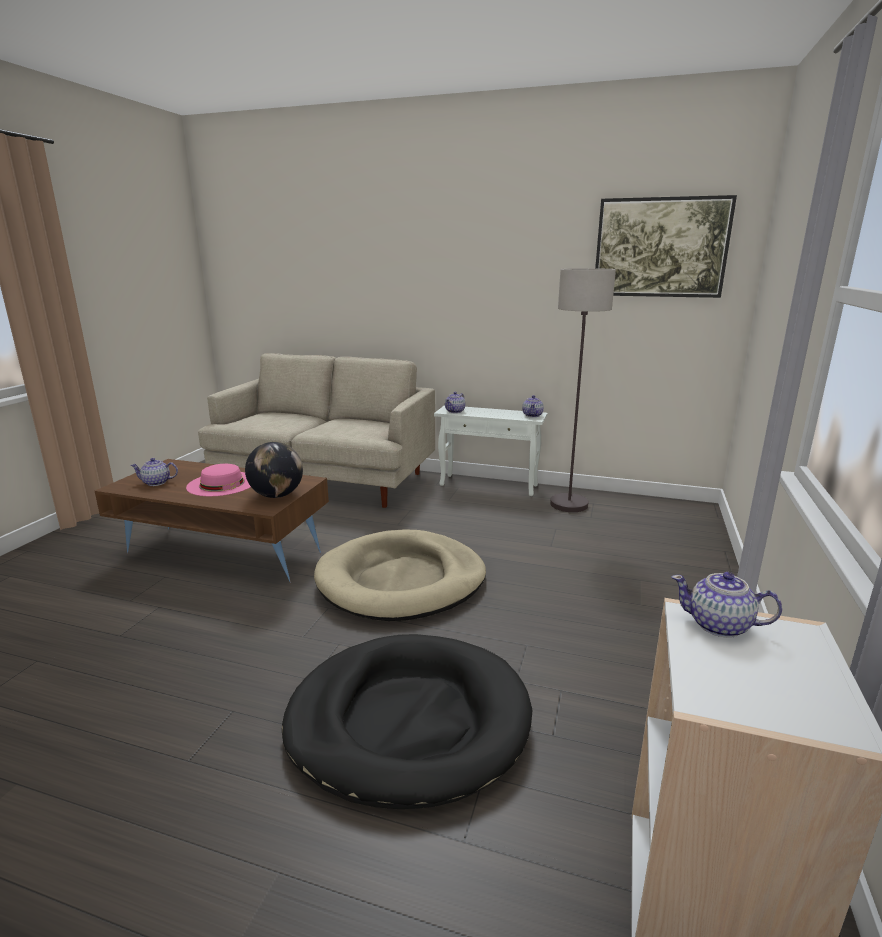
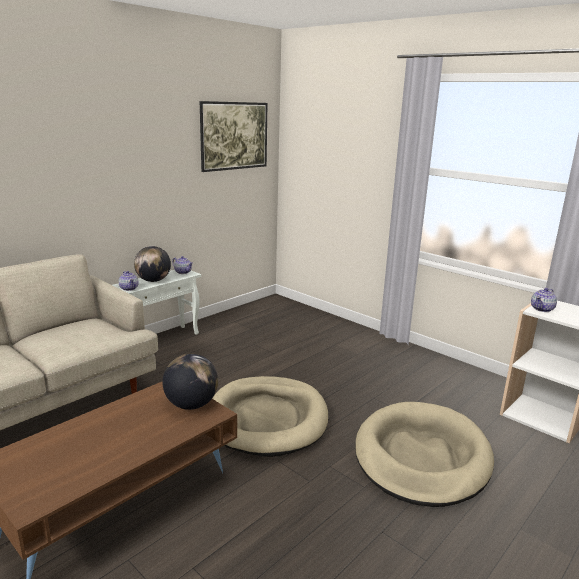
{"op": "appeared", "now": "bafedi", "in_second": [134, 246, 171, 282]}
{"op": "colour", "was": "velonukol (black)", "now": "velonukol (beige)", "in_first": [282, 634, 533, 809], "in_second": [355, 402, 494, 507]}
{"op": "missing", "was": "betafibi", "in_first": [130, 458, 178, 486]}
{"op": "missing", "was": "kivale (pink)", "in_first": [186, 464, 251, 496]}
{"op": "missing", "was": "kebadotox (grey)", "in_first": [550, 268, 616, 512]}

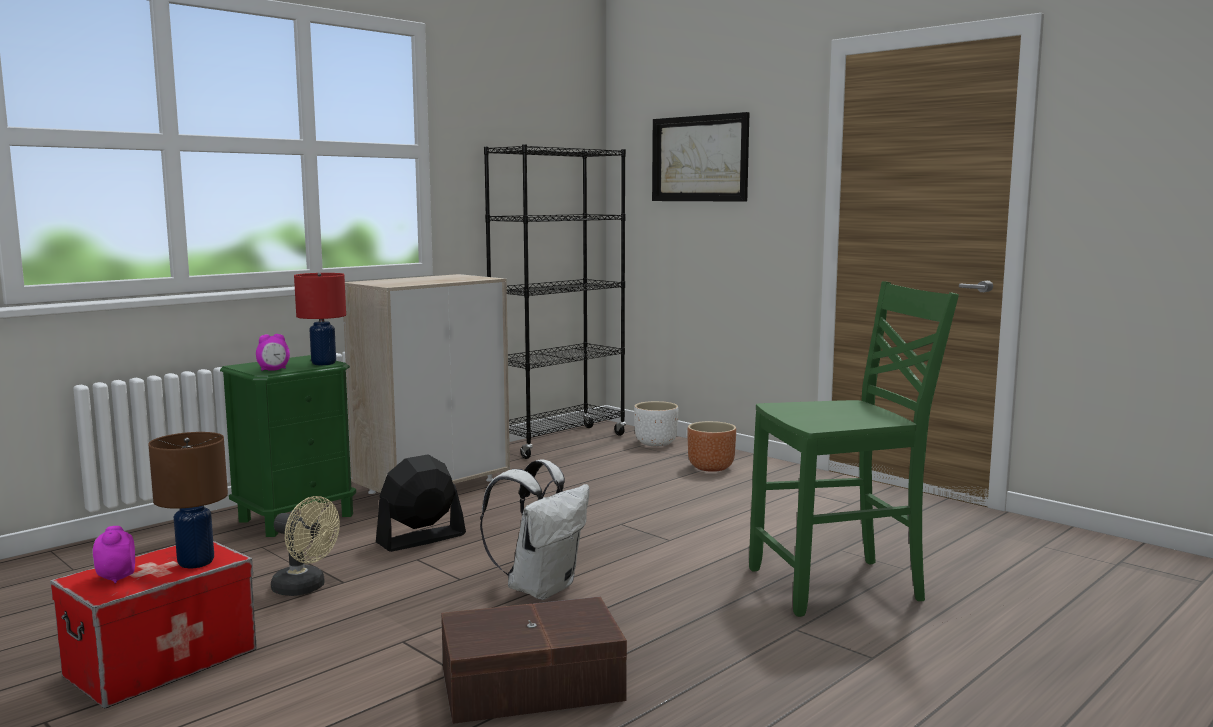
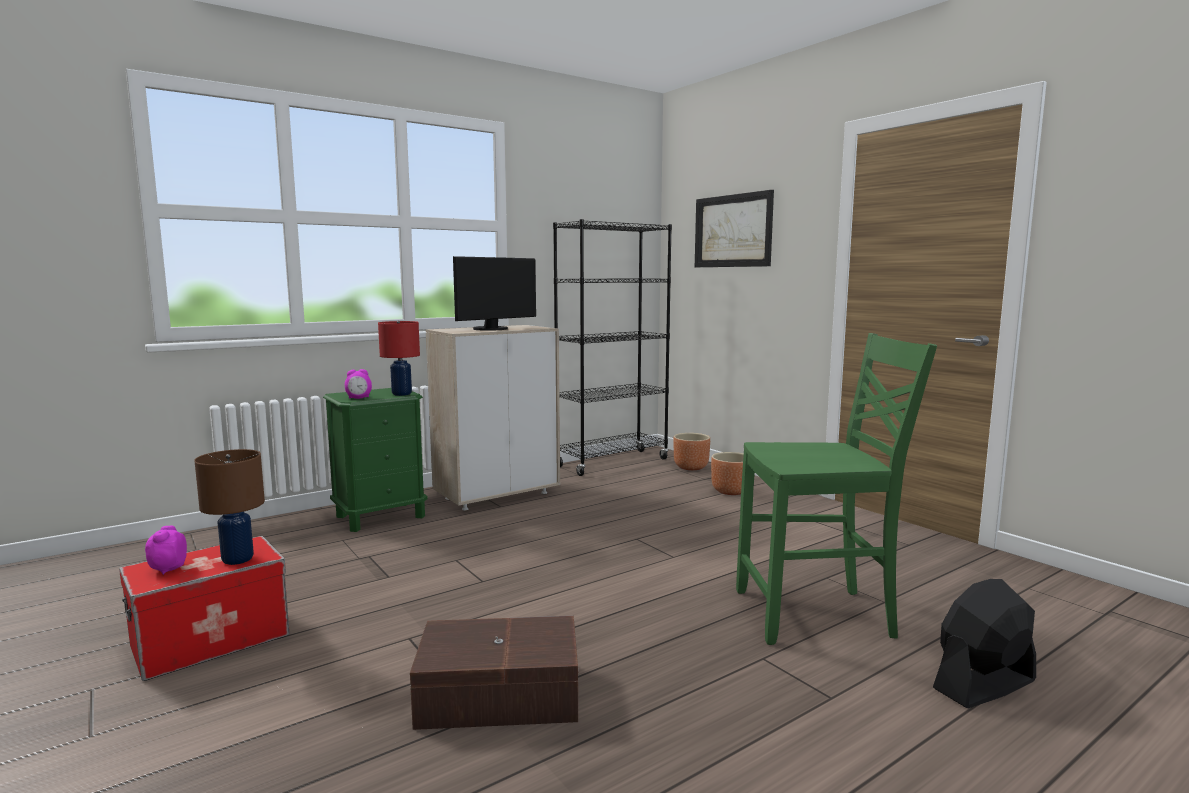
{"op": "appeared", "now": "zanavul", "in_second": [453, 256, 536, 331]}
{"op": "colour", "was": "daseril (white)", "now": "daseril (brown)", "in_first": [634, 401, 678, 446], "in_second": [673, 433, 710, 470]}
{"op": "relocated", "was": "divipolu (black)", "in_first": [376, 454, 466, 552], "in_second": [933, 579, 1036, 708]}
{"op": "missing", "was": "divipolu (beige)", "in_first": [271, 496, 340, 596]}
{"op": "missing", "was": "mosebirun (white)", "in_first": [480, 459, 590, 600]}

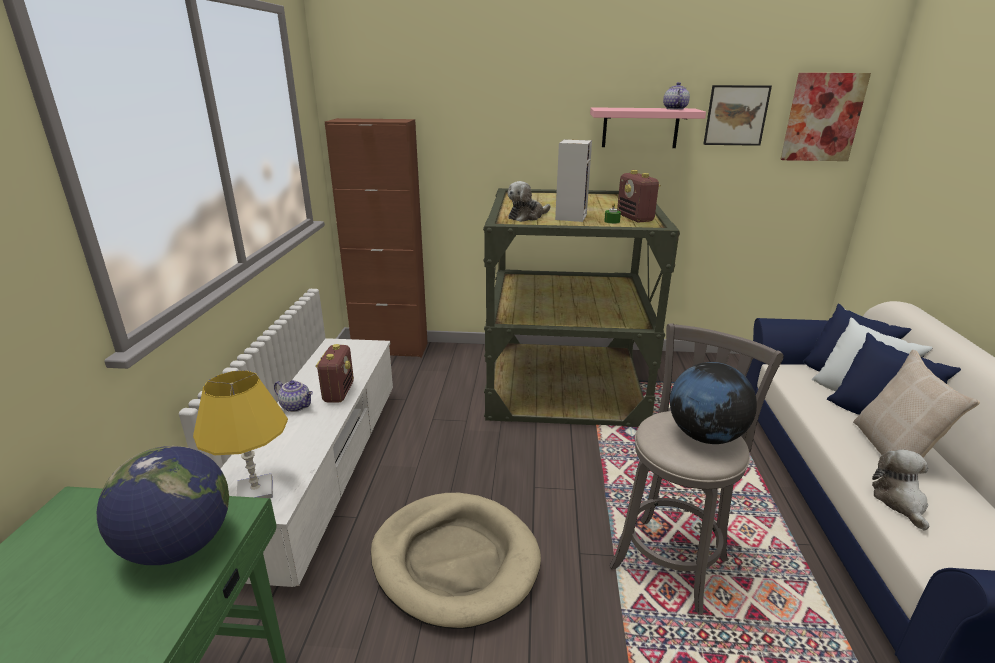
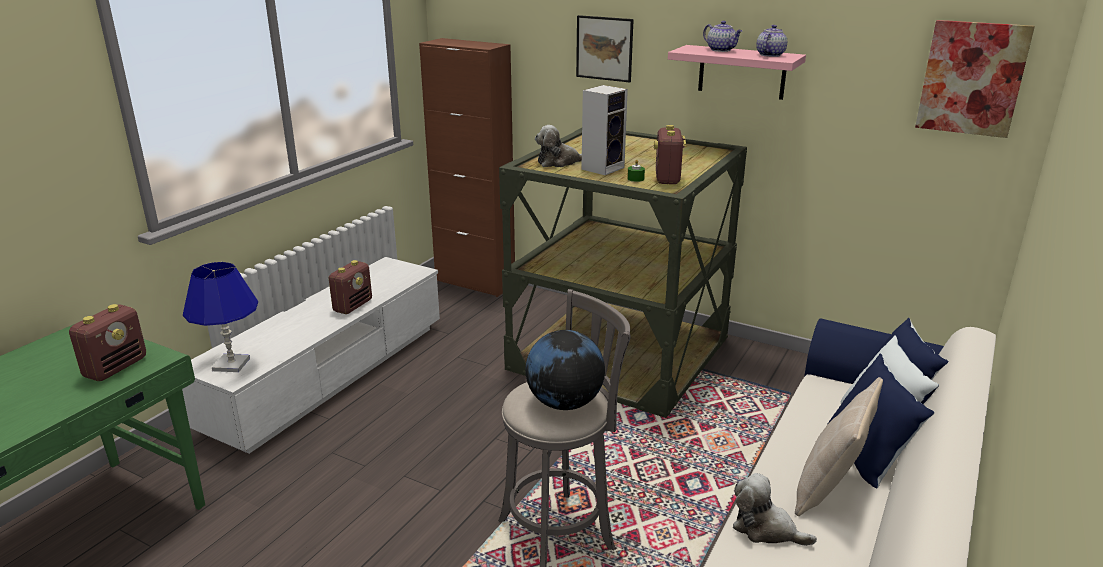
{"op": "exchanged", "was": "bafedi", "now": "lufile", "in_first": [97, 446, 229, 565], "in_second": [69, 304, 146, 381]}
{"op": "colour", "was": "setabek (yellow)", "now": "setabek (blue)", "in_first": [193, 370, 288, 498], "in_second": [183, 262, 258, 372]}
{"op": "relocated", "was": "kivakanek", "in_first": [703, 85, 772, 146], "in_second": [576, 15, 634, 82]}
{"op": "relocated", "was": "betafibi", "in_first": [274, 380, 313, 412], "in_second": [703, 21, 743, 52]}
{"op": "spun", "was": "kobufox", "in_first": [872, 449, 929, 531], "in_second": [733, 473, 817, 546], "clockwise": -90}
{"op": "missing", "was": "velonukol (beige)", "in_first": [371, 493, 541, 629]}

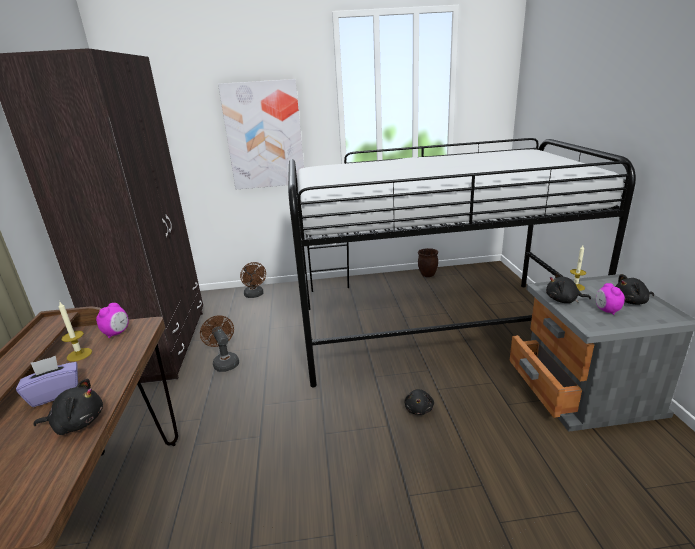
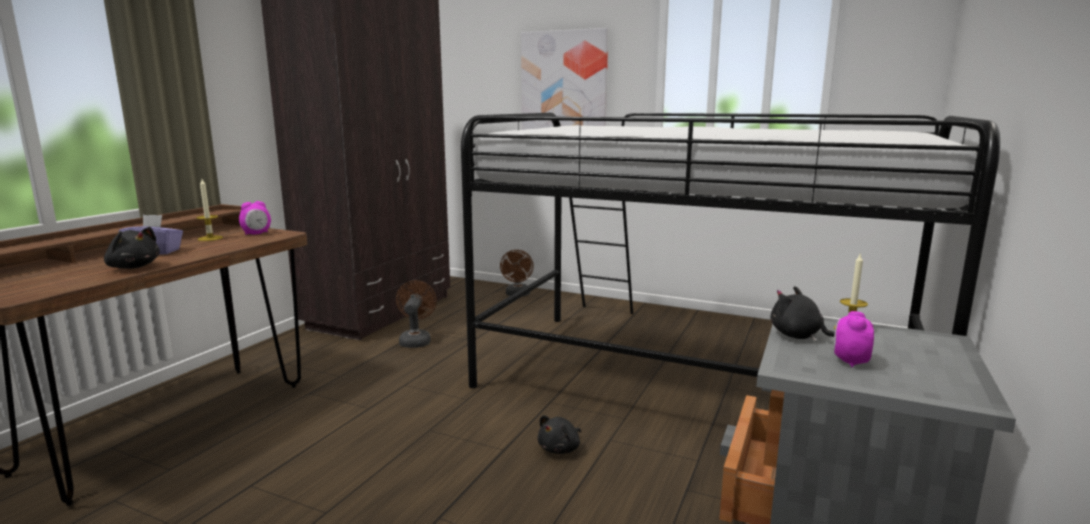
{"op": "missing", "was": "daseril (brown)", "in_first": [418, 248, 438, 277]}
{"op": "missing", "was": "kobufox (black)", "in_first": [615, 274, 654, 305]}

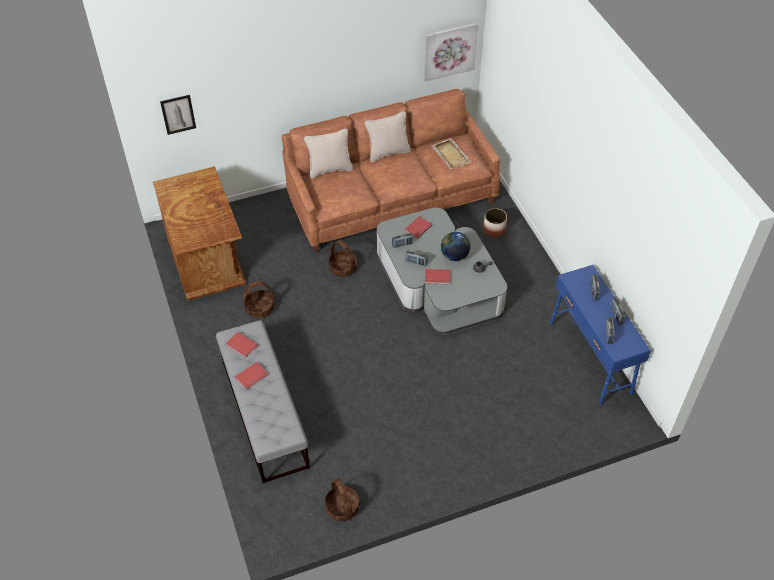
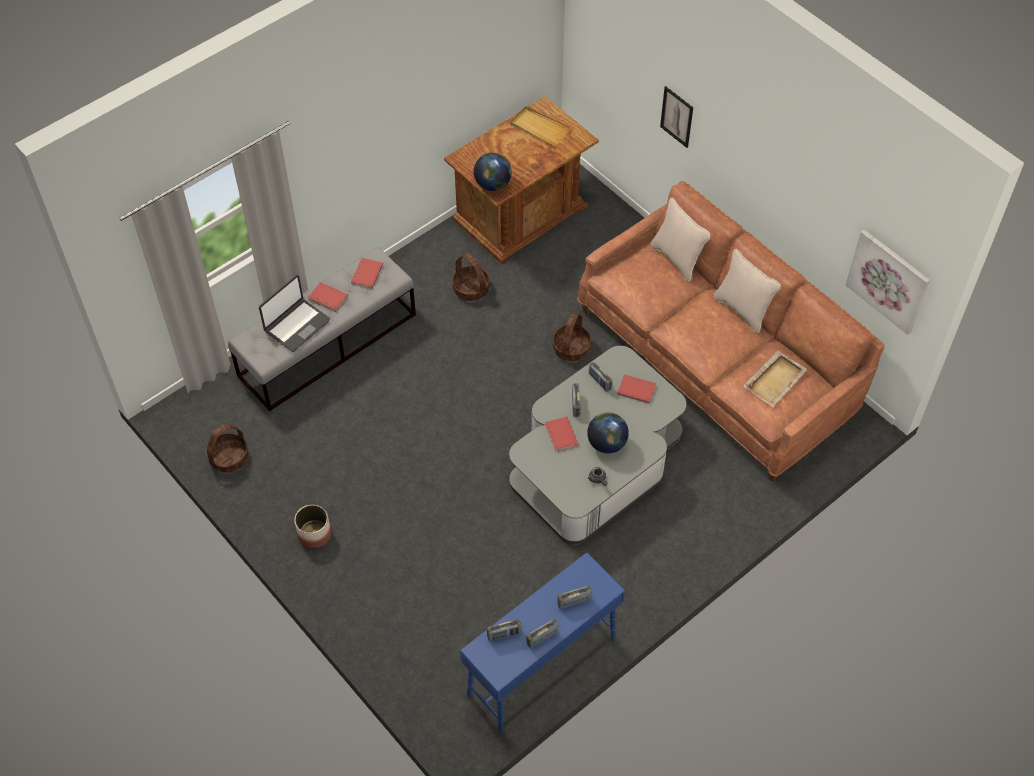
{"op": "appeared", "now": "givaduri", "in_second": [259, 275, 330, 352]}
{"op": "relocated", "was": "daseril", "in_first": [483, 208, 507, 238], "in_second": [294, 504, 331, 548]}
{"op": "appeared", "now": "bafedi", "in_second": [474, 153, 512, 191]}
{"op": "appeared", "now": "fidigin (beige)", "in_second": [510, 106, 571, 146]}
{"op": "relocated", "was": "kivakanek", "in_first": [160, 95, 196, 135], "in_second": [660, 86, 693, 148]}

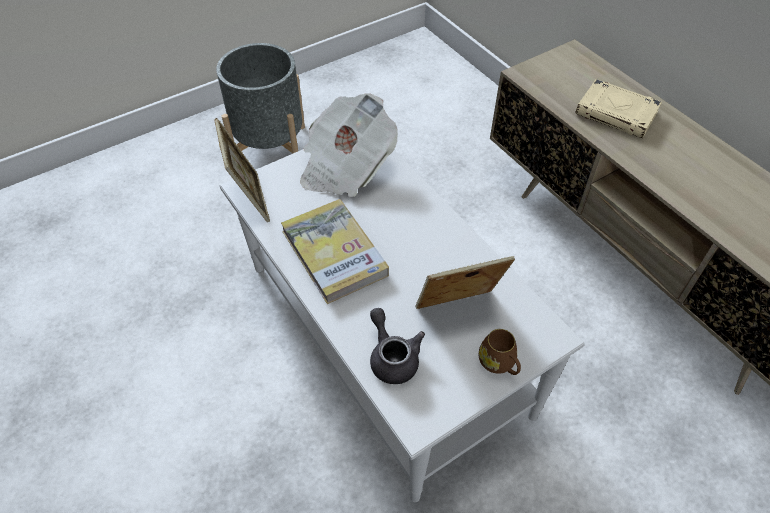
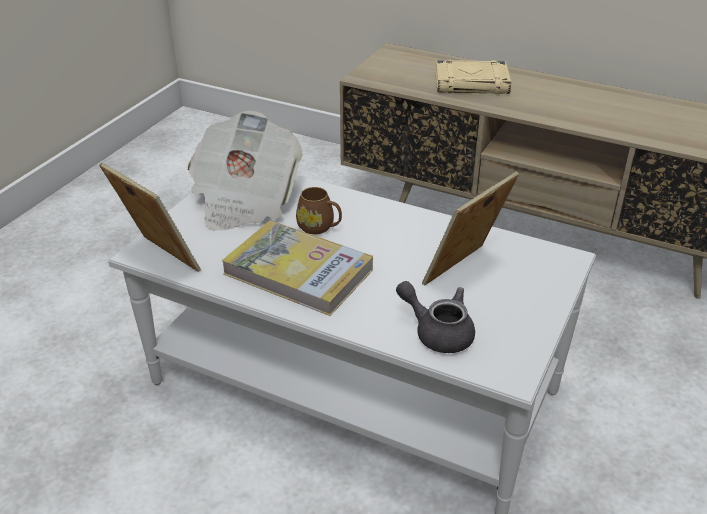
{"op": "relocated", "was": "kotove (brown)", "in_first": [479, 329, 521, 375], "in_second": [296, 187, 342, 234]}
{"op": "missing", "was": "daseril (grey)", "in_first": [216, 43, 305, 153]}

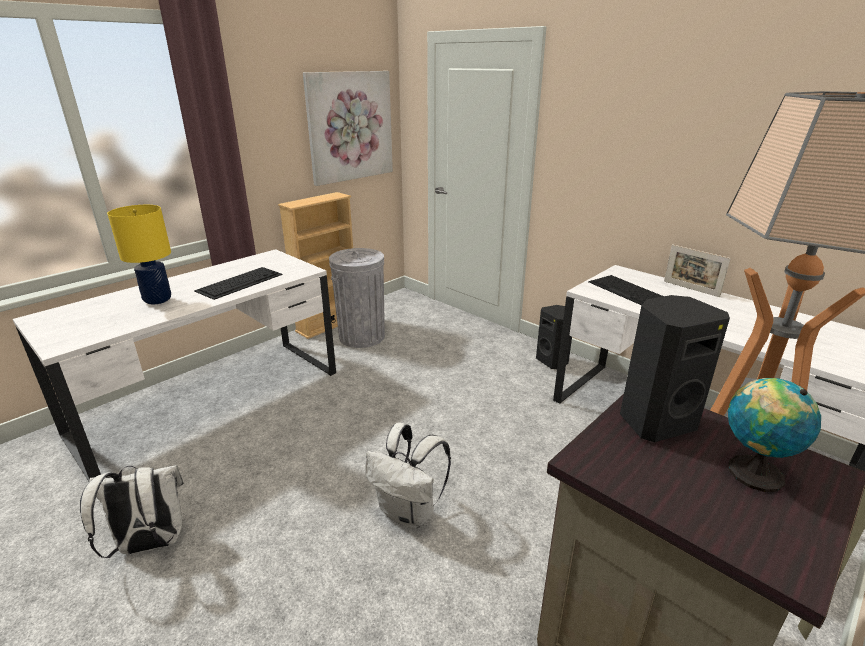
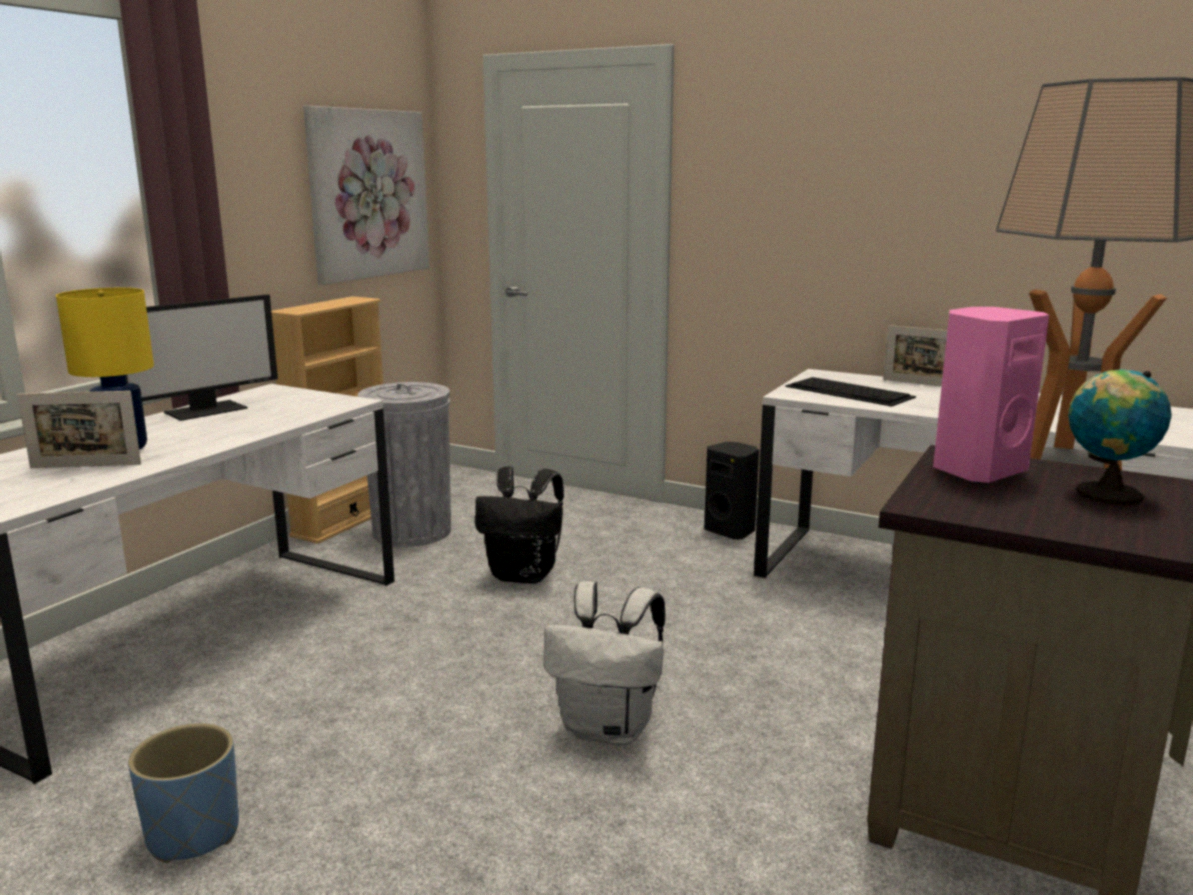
{"op": "appeared", "now": "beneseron", "in_second": [17, 391, 141, 468]}
{"op": "appeared", "now": "zanavul", "in_second": [126, 294, 278, 421]}
{"op": "exchanged", "was": "mosebirun (white)", "now": "daseril (blue)", "in_first": [80, 465, 183, 558], "in_second": [128, 723, 239, 863]}
{"op": "appeared", "now": "mosebirun (black)", "in_second": [475, 466, 564, 584]}
{"op": "colour", "was": "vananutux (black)", "now": "vananutux (pink)", "in_first": [620, 295, 730, 442], "in_second": [933, 307, 1049, 483]}
{"op": "missing", "was": "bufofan", "in_first": [194, 267, 283, 300]}

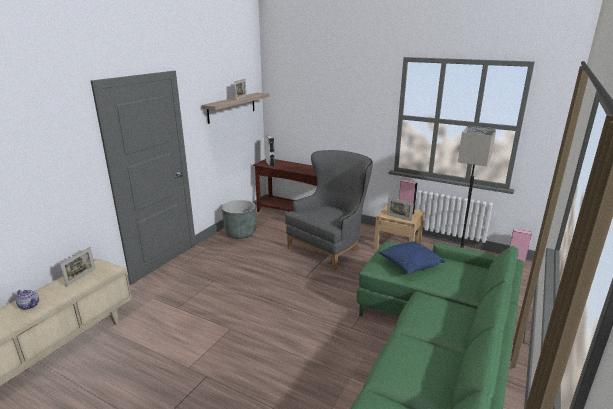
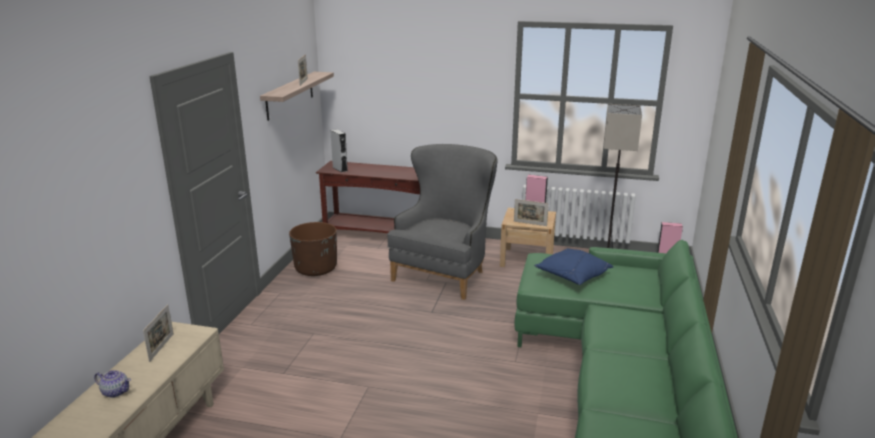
{"op": "colour", "was": "daseril (grey)", "now": "daseril (brown)", "in_first": [222, 200, 256, 239], "in_second": [289, 222, 337, 276]}

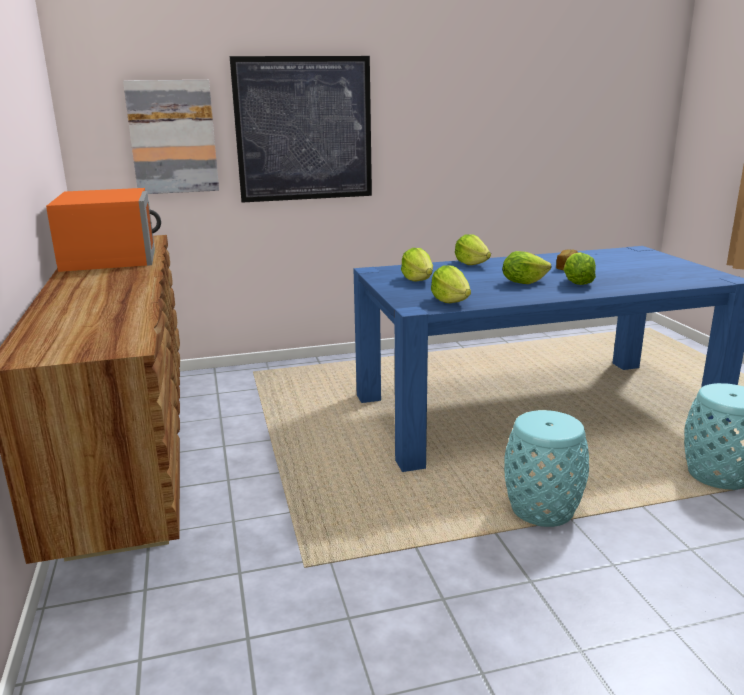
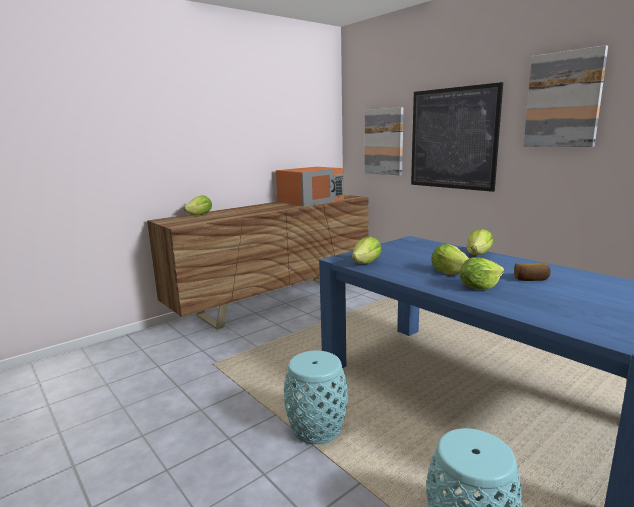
{"op": "relocated", "was": "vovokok", "in_first": [401, 248, 433, 282], "in_second": [183, 196, 212, 215]}
{"op": "appeared", "now": "kivakanek", "in_second": [523, 45, 608, 147]}

